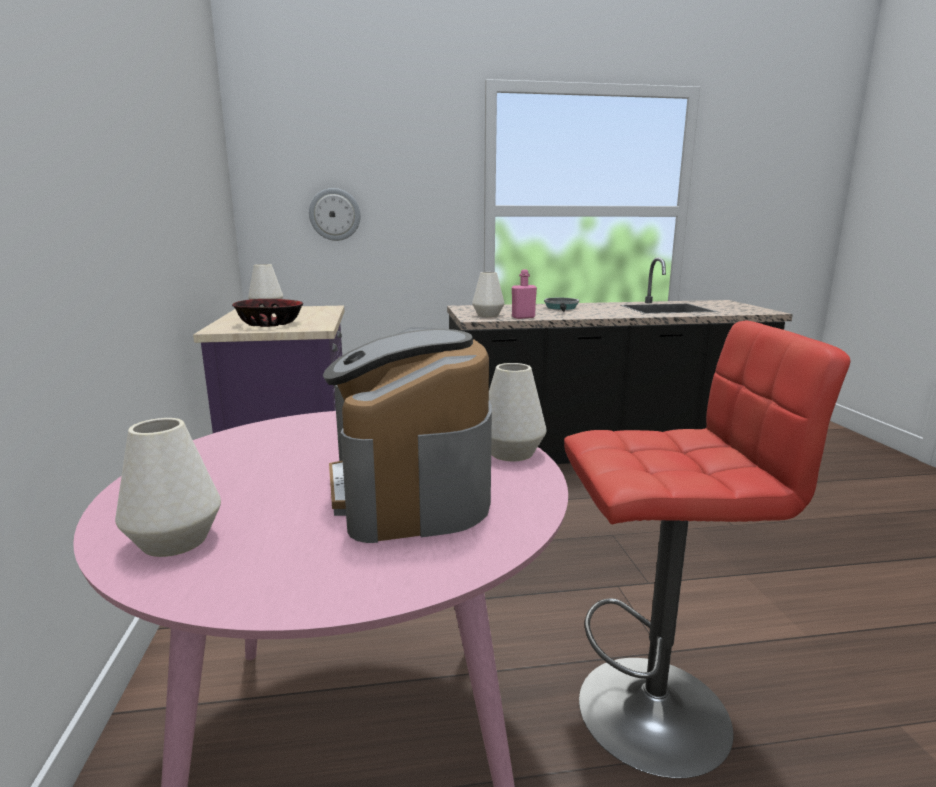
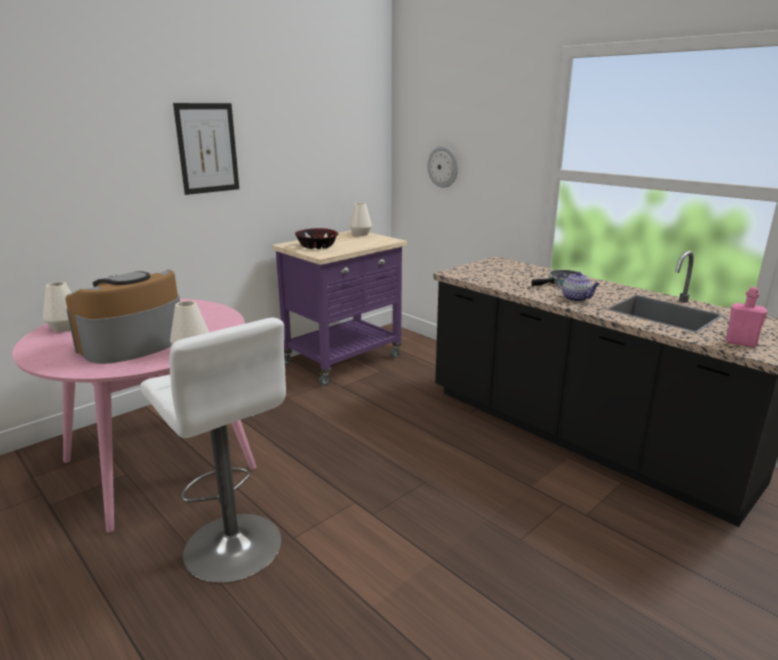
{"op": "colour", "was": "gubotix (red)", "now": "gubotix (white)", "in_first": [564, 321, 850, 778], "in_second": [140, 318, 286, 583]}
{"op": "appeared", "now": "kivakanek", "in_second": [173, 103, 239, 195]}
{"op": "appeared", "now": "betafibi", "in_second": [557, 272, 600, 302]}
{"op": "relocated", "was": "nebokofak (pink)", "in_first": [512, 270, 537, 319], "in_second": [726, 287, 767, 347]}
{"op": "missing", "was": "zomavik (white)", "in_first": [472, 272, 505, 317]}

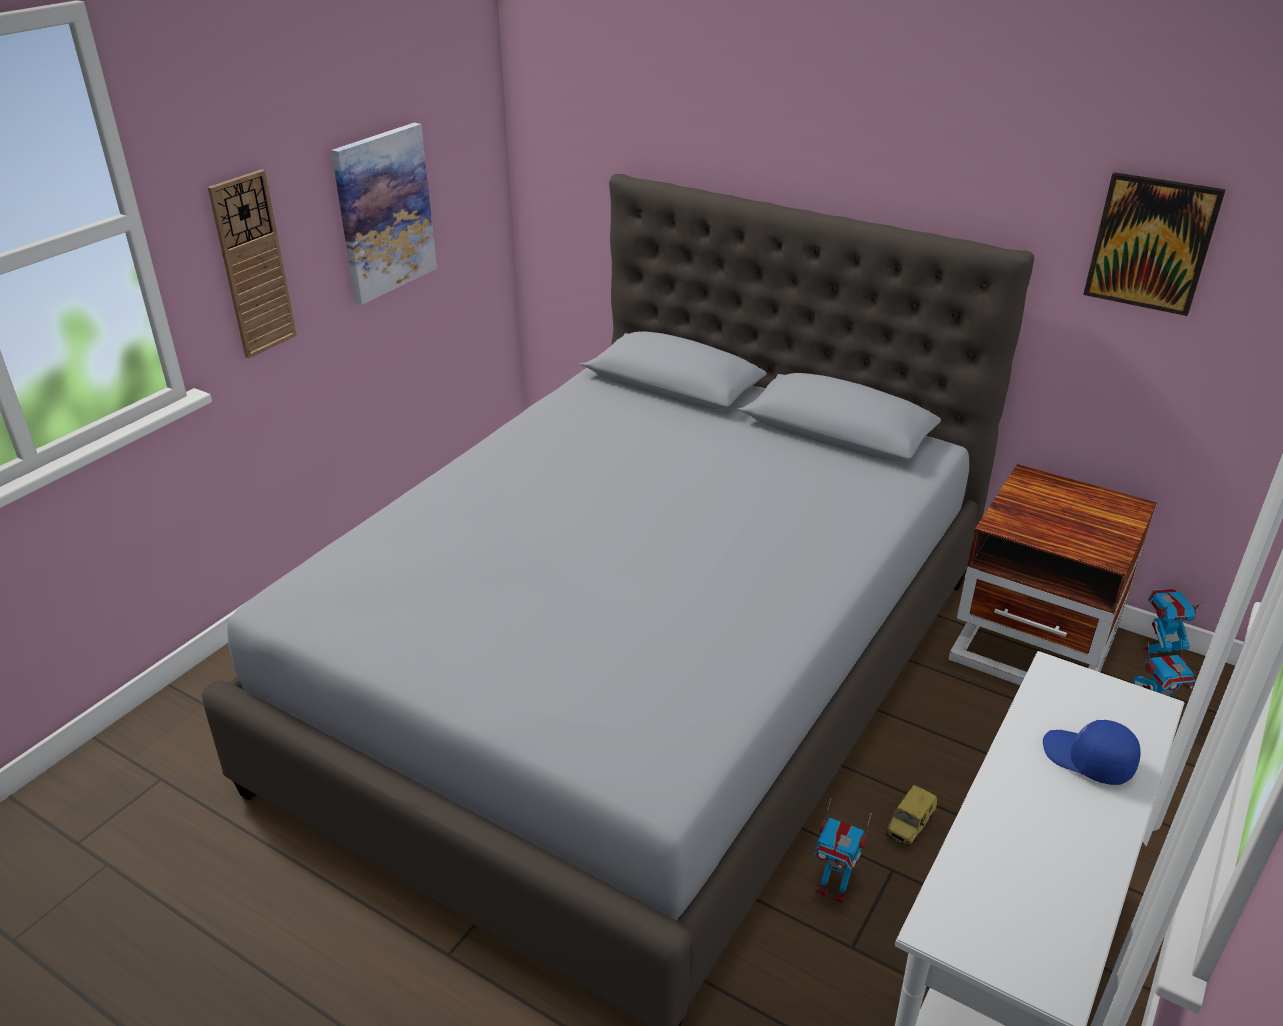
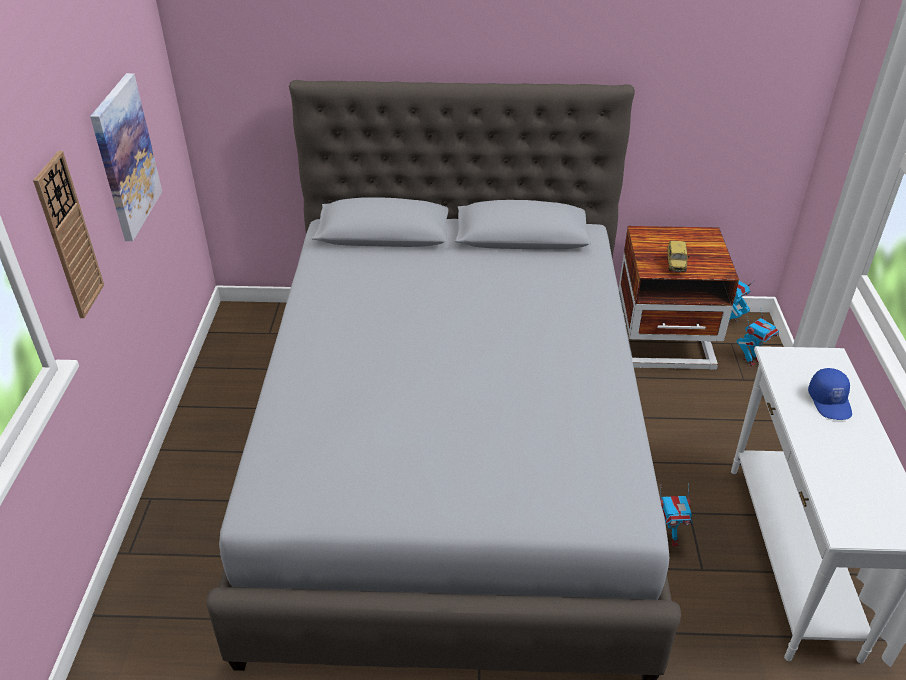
{"op": "relocated", "was": "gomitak", "in_first": [886, 785, 937, 846], "in_second": [667, 241, 690, 272]}
{"op": "spun", "was": "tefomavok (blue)", "in_first": [1043, 720, 1141, 785], "in_second": [808, 368, 852, 420], "clockwise": -105}
{"op": "missing", "was": "kivakanek", "in_first": [1083, 172, 1226, 316]}

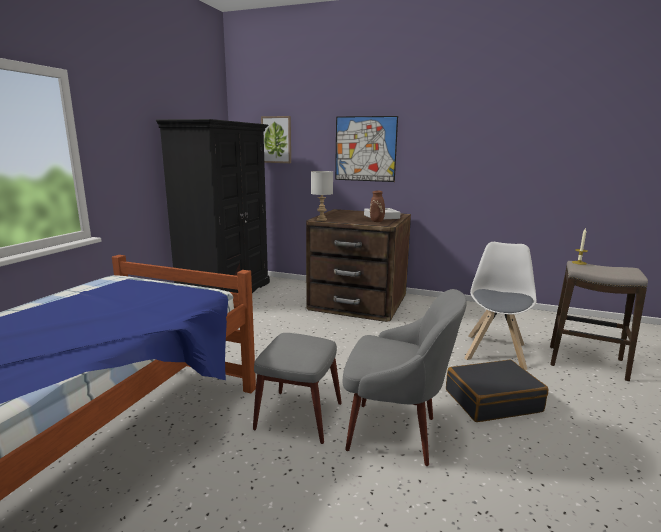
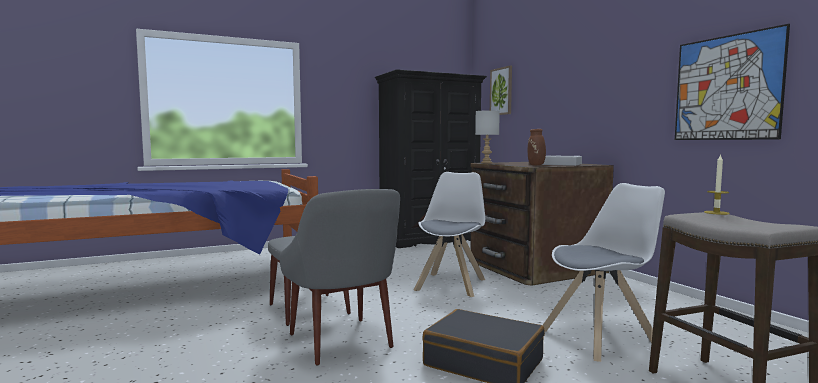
{"op": "appeared", "now": "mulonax", "in_second": [414, 172, 485, 297]}
{"op": "relocated", "was": "kivakanek", "in_first": [335, 116, 398, 182], "in_second": [675, 24, 790, 140]}

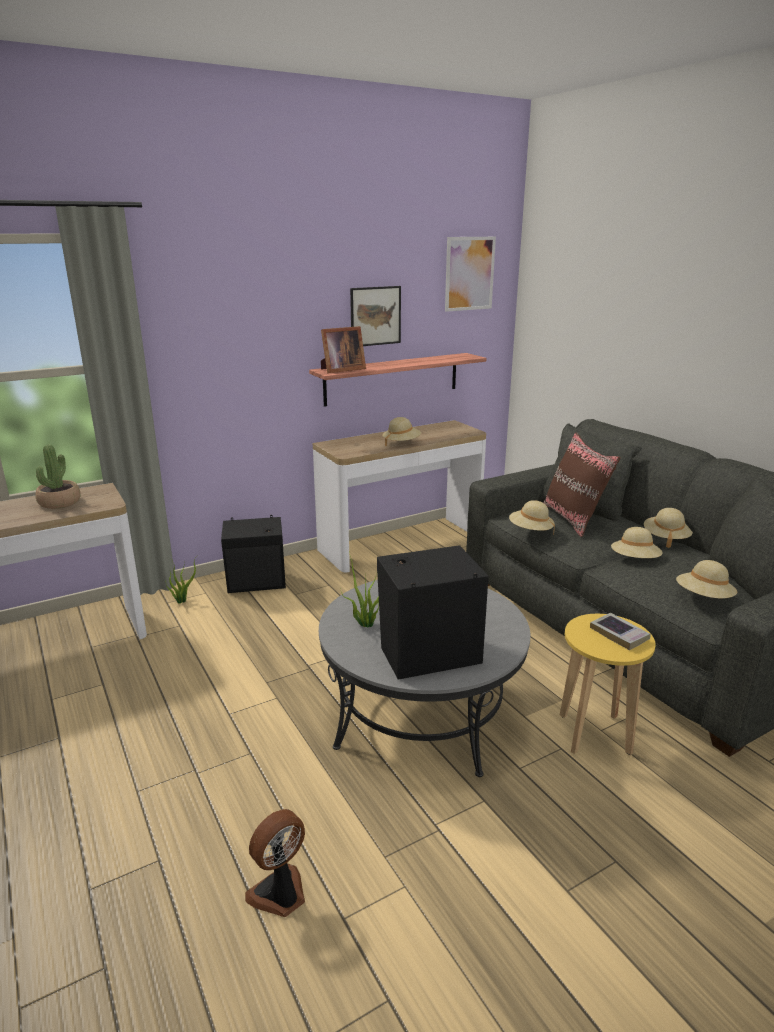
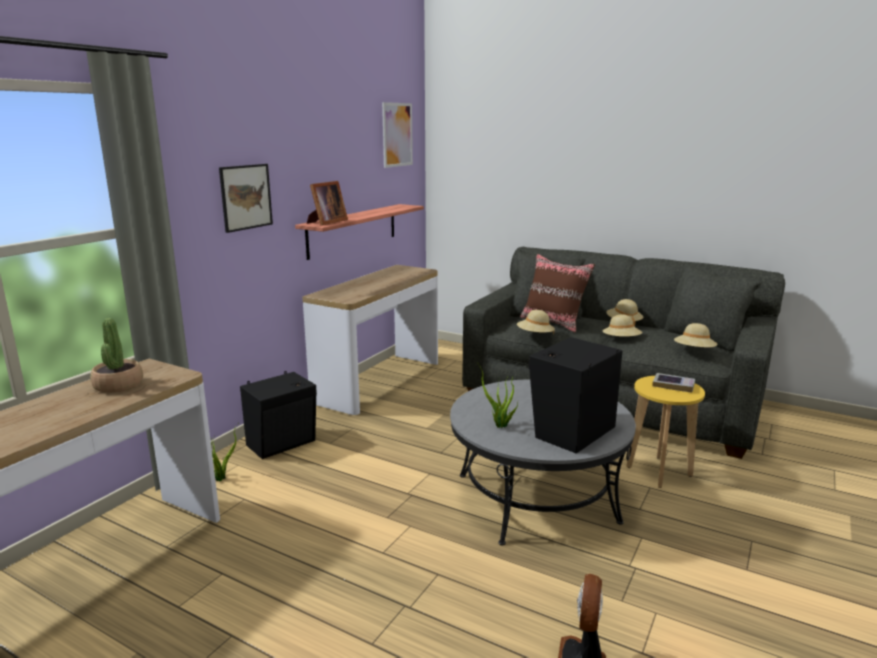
{"op": "relocated", "was": "kivakanek", "in_first": [350, 286, 401, 346], "in_second": [219, 164, 273, 233]}
{"op": "missing", "was": "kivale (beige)", "in_first": [382, 417, 421, 446]}

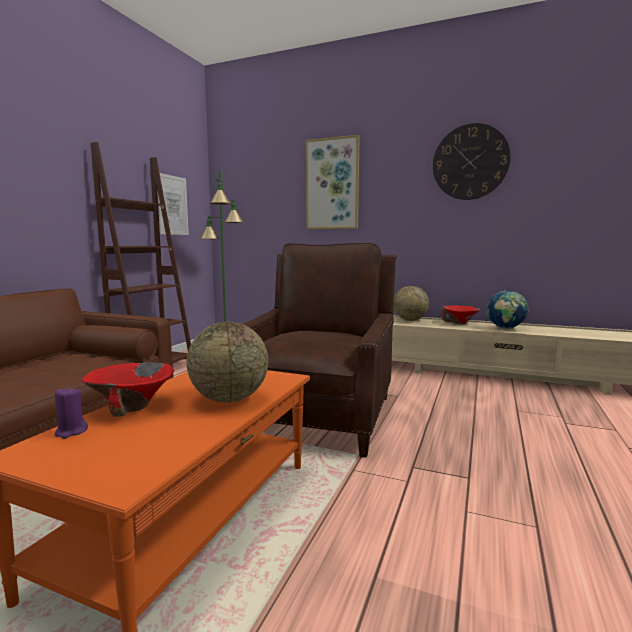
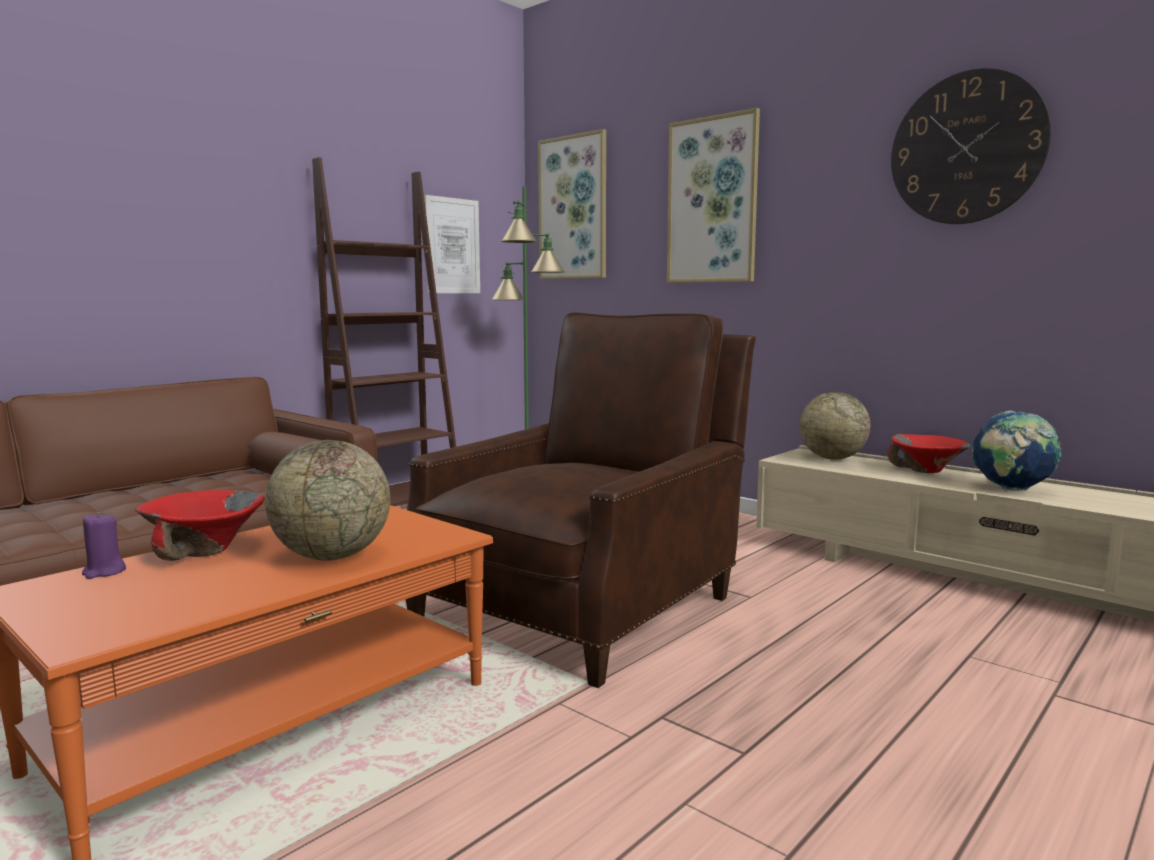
{"op": "appeared", "now": "kivakanek", "in_second": [538, 129, 606, 279]}

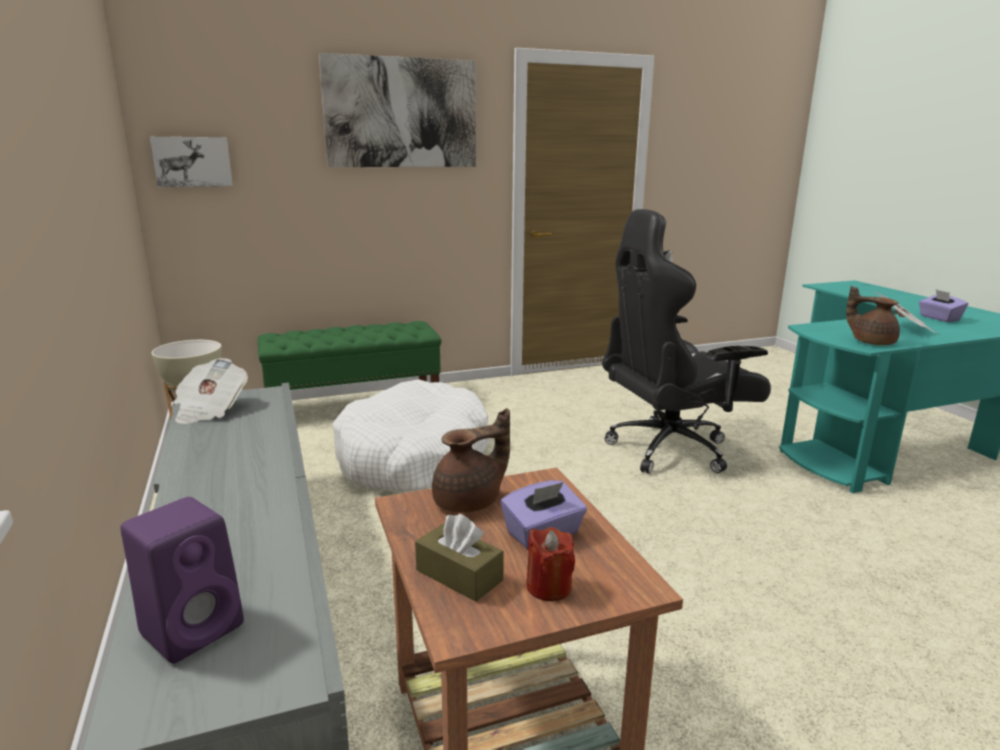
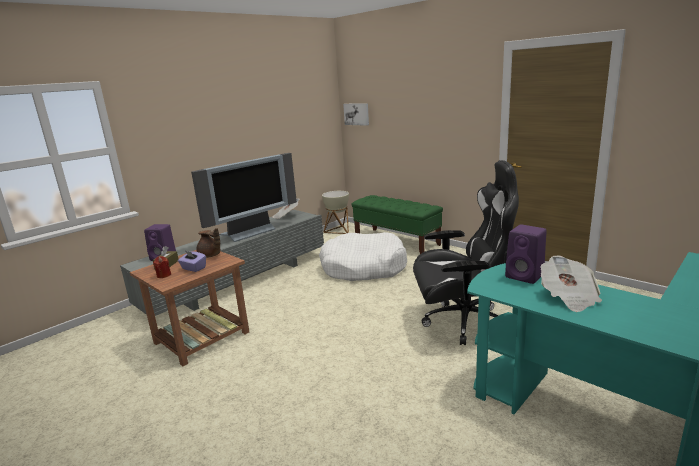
{"op": "appeared", "now": "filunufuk", "in_second": [191, 153, 297, 242]}
{"op": "spun", "was": "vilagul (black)", "in_first": [602, 209, 771, 474], "in_second": [413, 160, 519, 345], "clockwise": 135}
{"op": "appeared", "now": "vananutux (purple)", "in_second": [505, 225, 547, 284]}
{"op": "missing", "was": "kivakanek", "in_first": [319, 53, 476, 167]}
{"op": "missing", "was": "betafibi (brown)", "in_first": [846, 286, 900, 345]}
{"op": "missing", "was": "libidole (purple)", "in_first": [919, 290, 968, 322]}

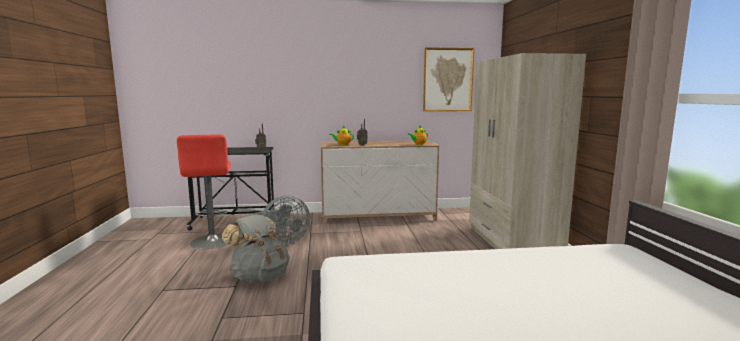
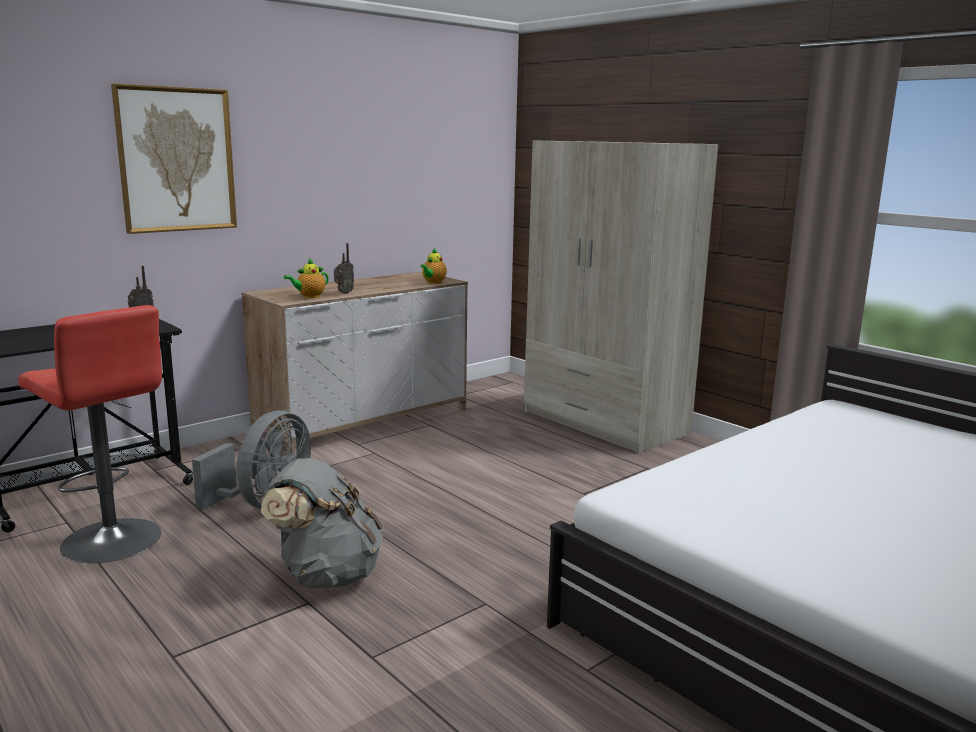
{"op": "relocated", "was": "kivakanek", "in_first": [423, 47, 474, 111], "in_second": [111, 84, 237, 234]}

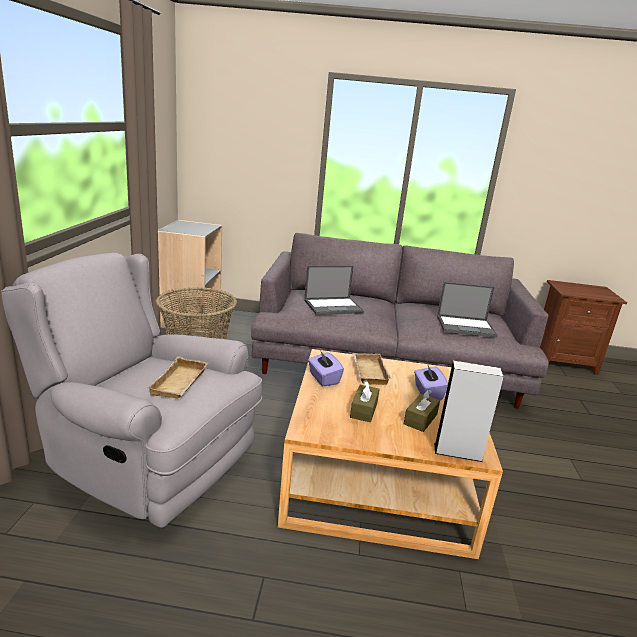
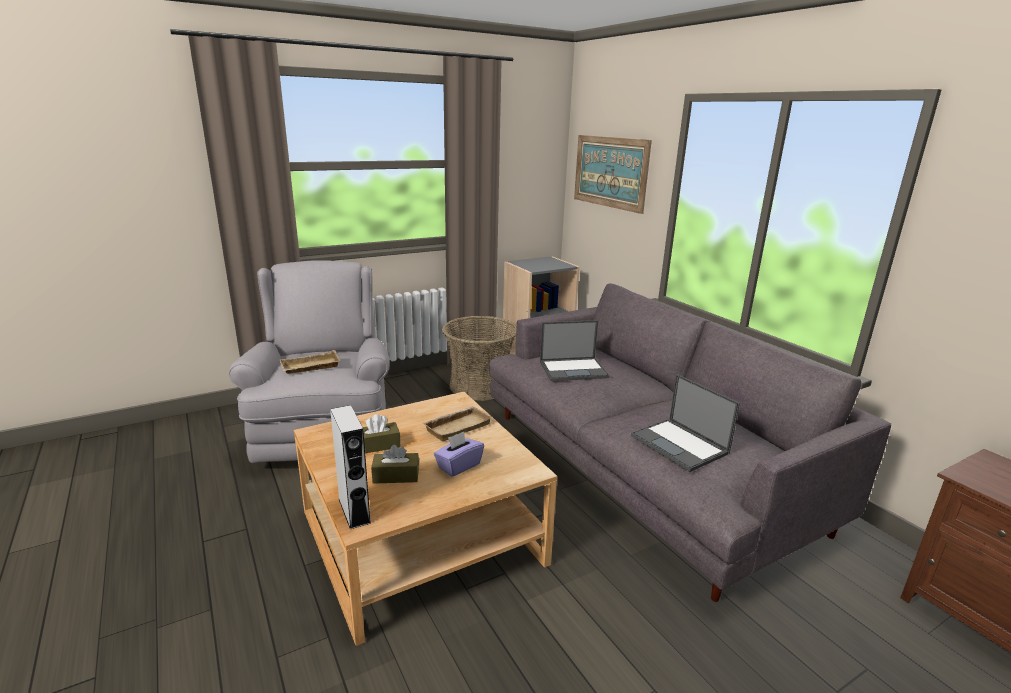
{"op": "spun", "was": "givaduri", "in_first": [304, 266, 364, 315], "in_second": [540, 320, 610, 381], "clockwise": -45}
{"op": "appeared", "now": "kivakanek", "in_second": [574, 135, 652, 214]}
{"op": "missing", "was": "libidole (purple)", "in_first": [308, 350, 344, 386]}

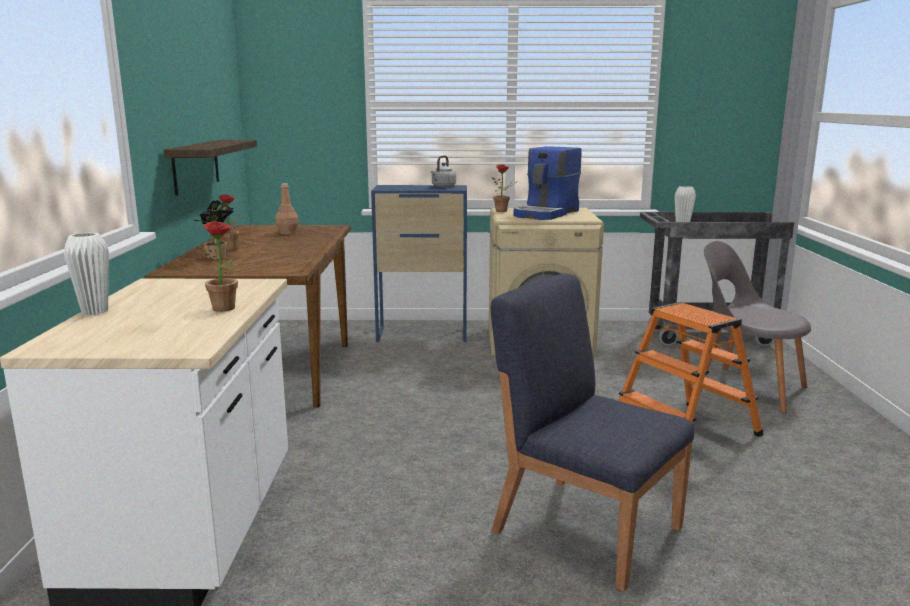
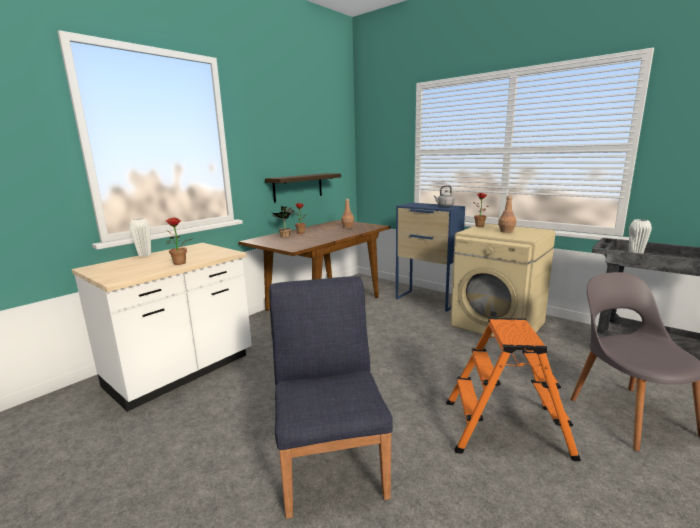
{"op": "exchanged", "was": "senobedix", "now": "nebokofak (brown)", "in_first": [514, 146, 582, 220], "in_second": [498, 196, 516, 233]}

